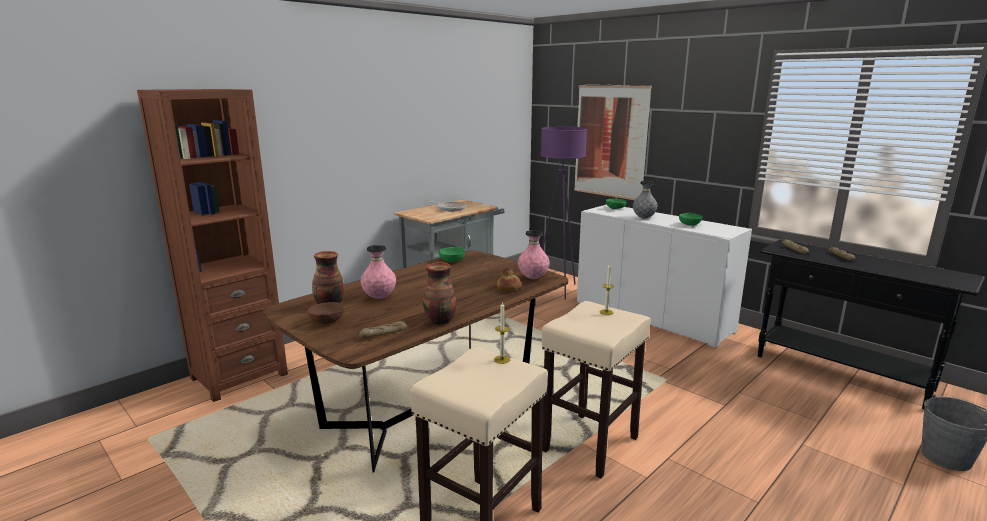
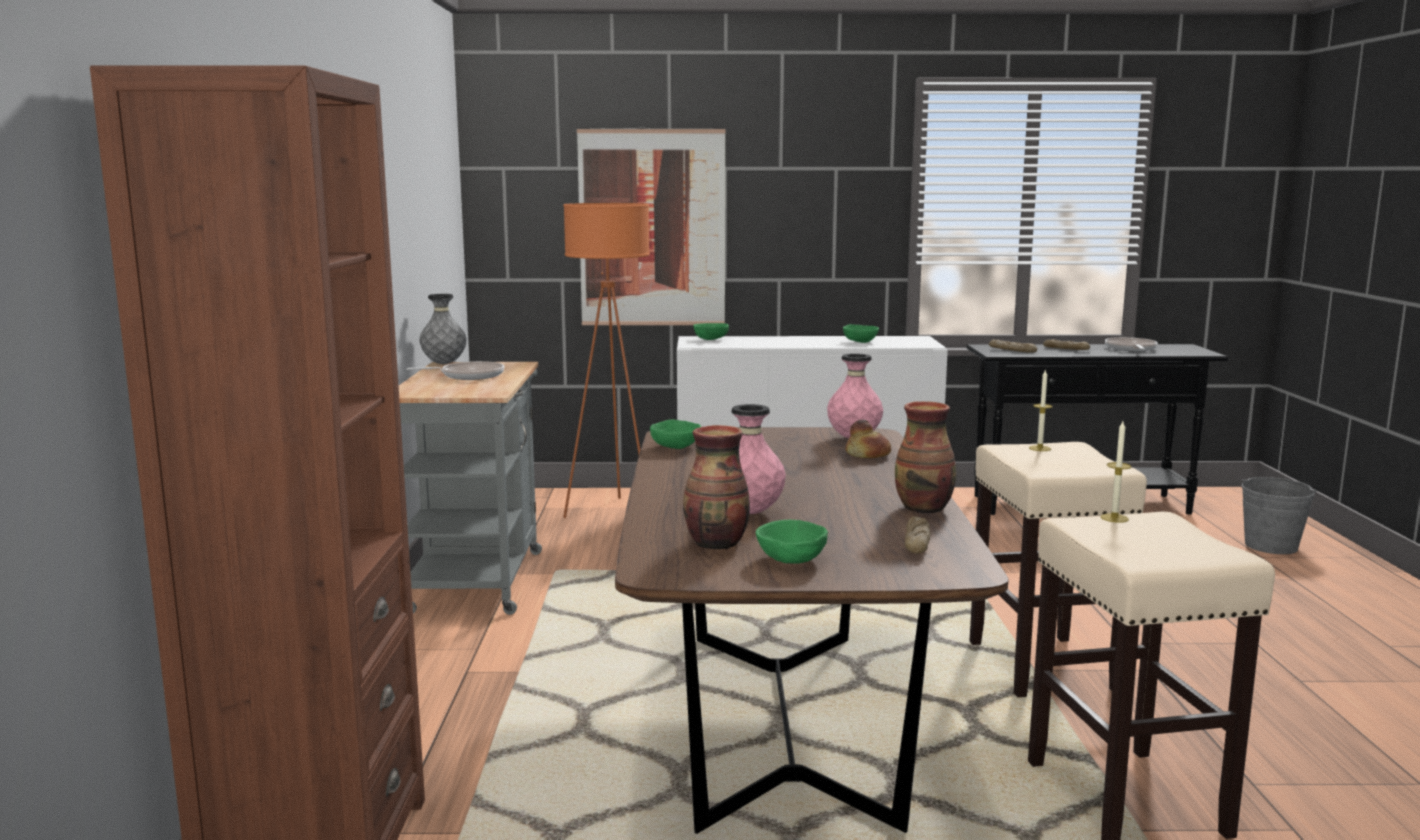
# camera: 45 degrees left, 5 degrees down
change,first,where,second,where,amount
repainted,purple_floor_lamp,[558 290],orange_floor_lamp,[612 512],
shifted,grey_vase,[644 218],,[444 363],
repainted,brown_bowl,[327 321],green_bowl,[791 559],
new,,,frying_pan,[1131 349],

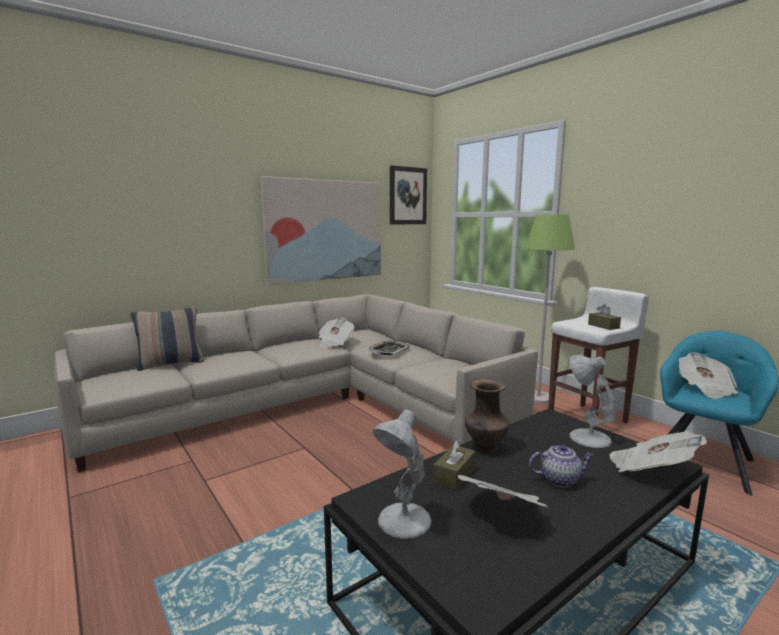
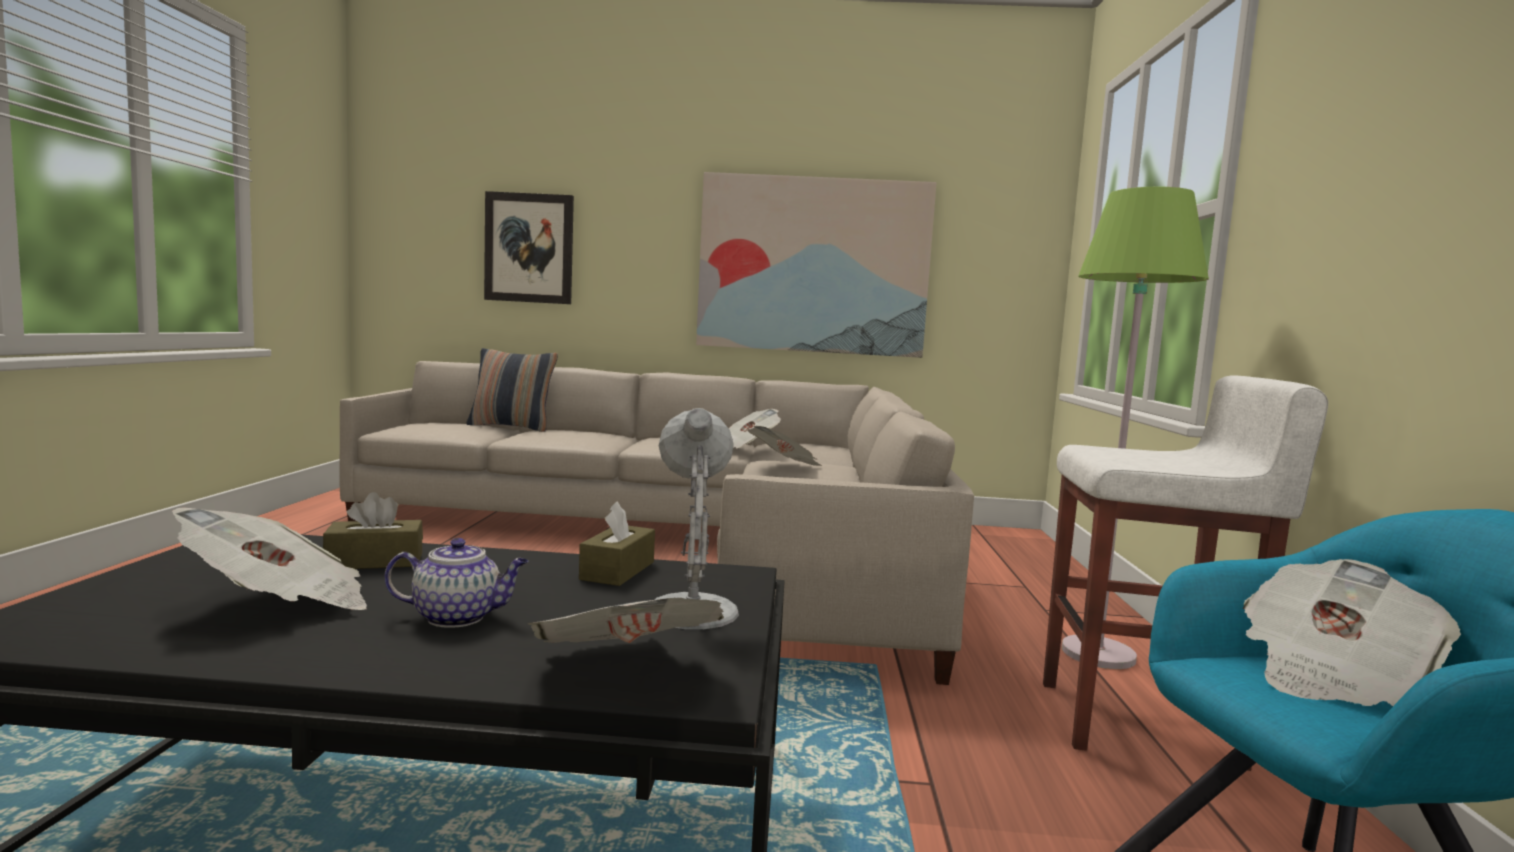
# camera: 40 degrees right, 5 degrees down
change,first,where,second,where,amount
shifted,picture,[407 196],,[529 248],
shifted,brown_tissue_box,[603 326],,[617 570],
swapped,tray,[389 351],newspaper,[785 467],
gone,brown_vase,[485 448],,,
gone,white_table_lamp,[403 522],,,
rotated,teapot,[560 479],,[459 617],45 degrees counterclockwise

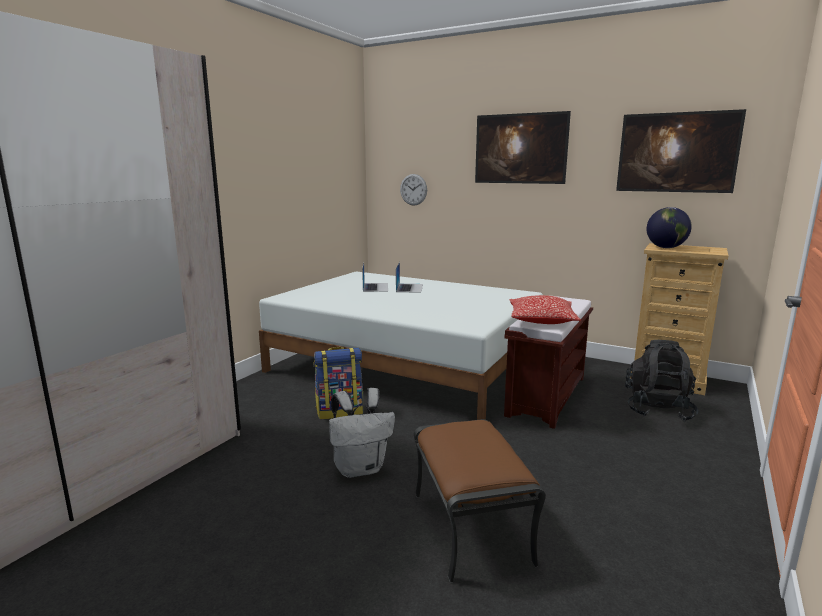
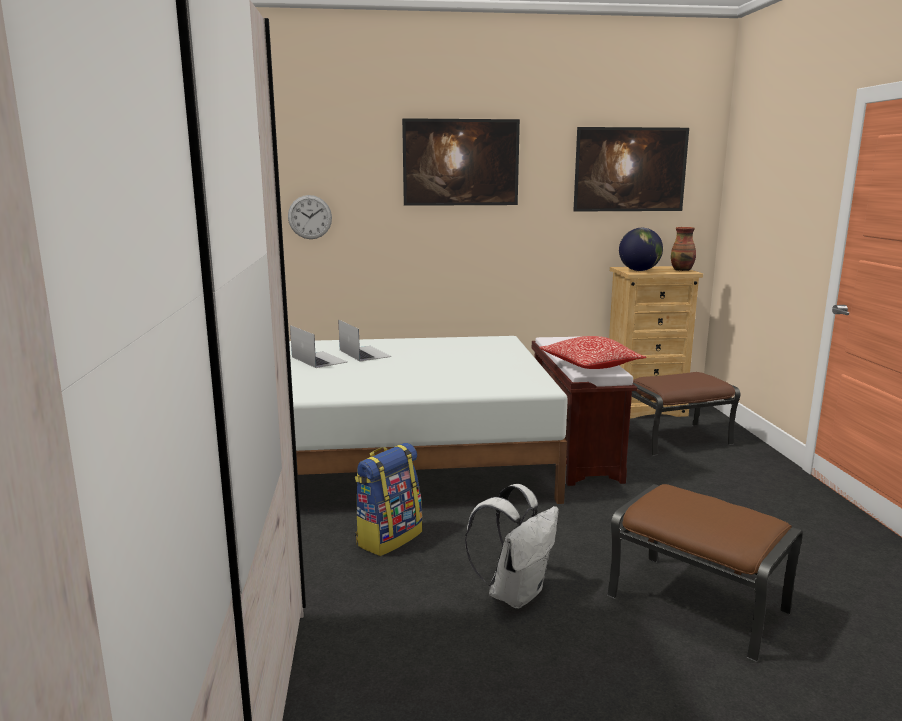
# camera: 35 degrees left, 0 degrees up
change,first,where,second,where,amount
swapped,black_backpack,[658 410],brown_ottoman,[675 439],
new,,,vase,[682 270],

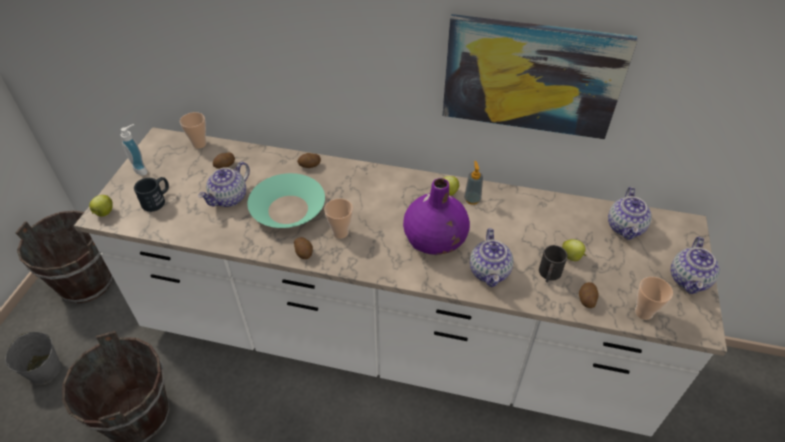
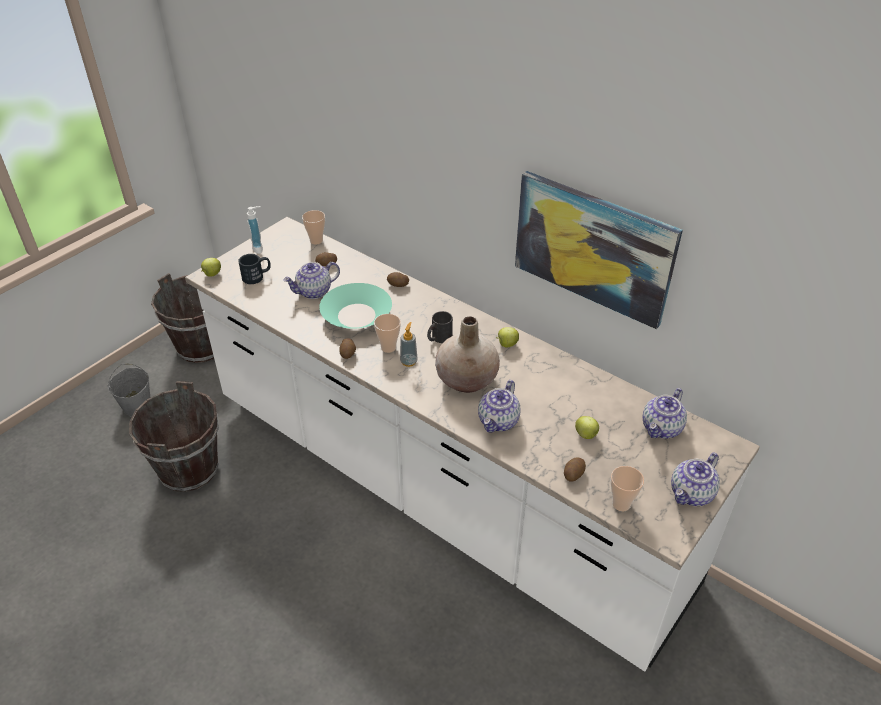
# camera: 25 degrees right, 5 degrees down
change,first,where,second,where,amount
shifted,soap_dispenser,[472 199],,[408 361],
repainted,purple_vase,[435 240],beige_vase,[467 380],
shifted,black_mug,[549 275],,[438 338],

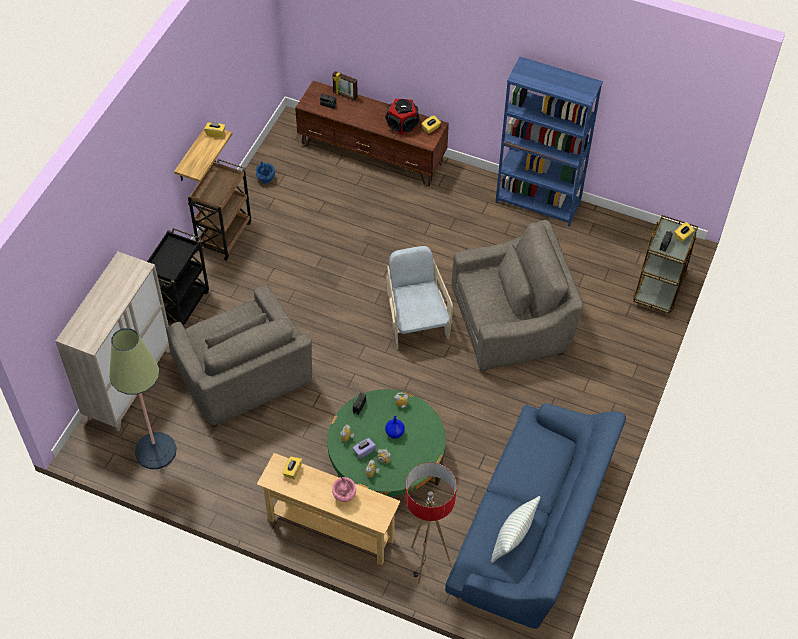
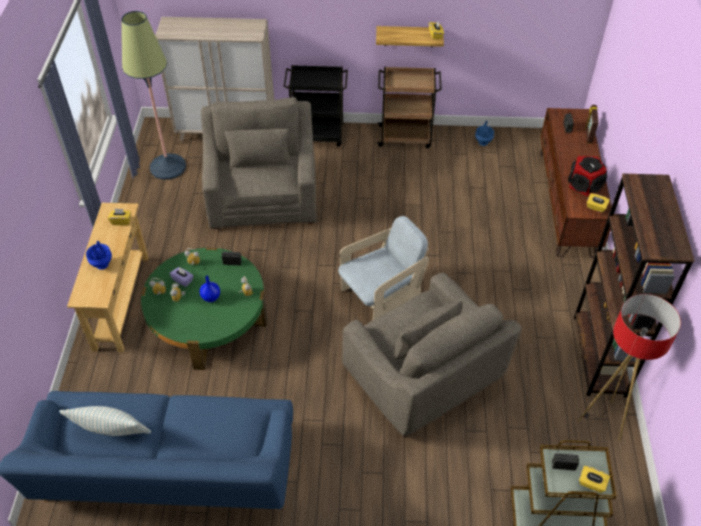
# camera: 70 degrees right, 5 degrees down
change,first,where,second,where,amount
repainted,blue_bookcase,[538 203],brown_bookcase,[599 356],
rotated,grey_armchair,[243 376],,[263 195],135 degrees clockwise
shifted,floor_lamp,[426 563],,[602 421],
repainted,pink_vase,[344 496],blue_vase,[102 265],

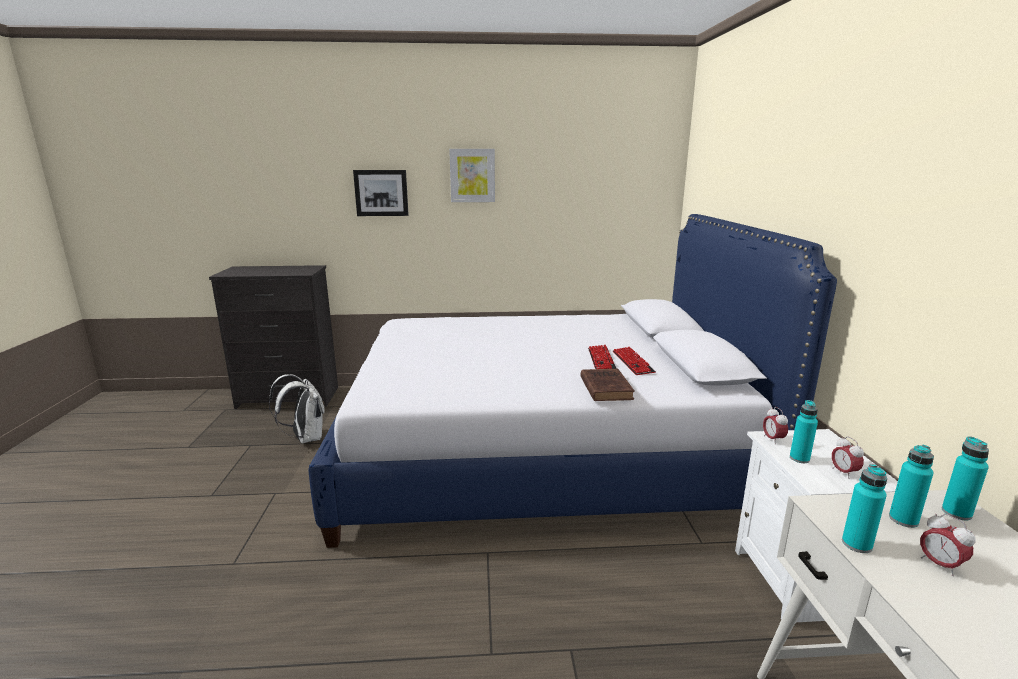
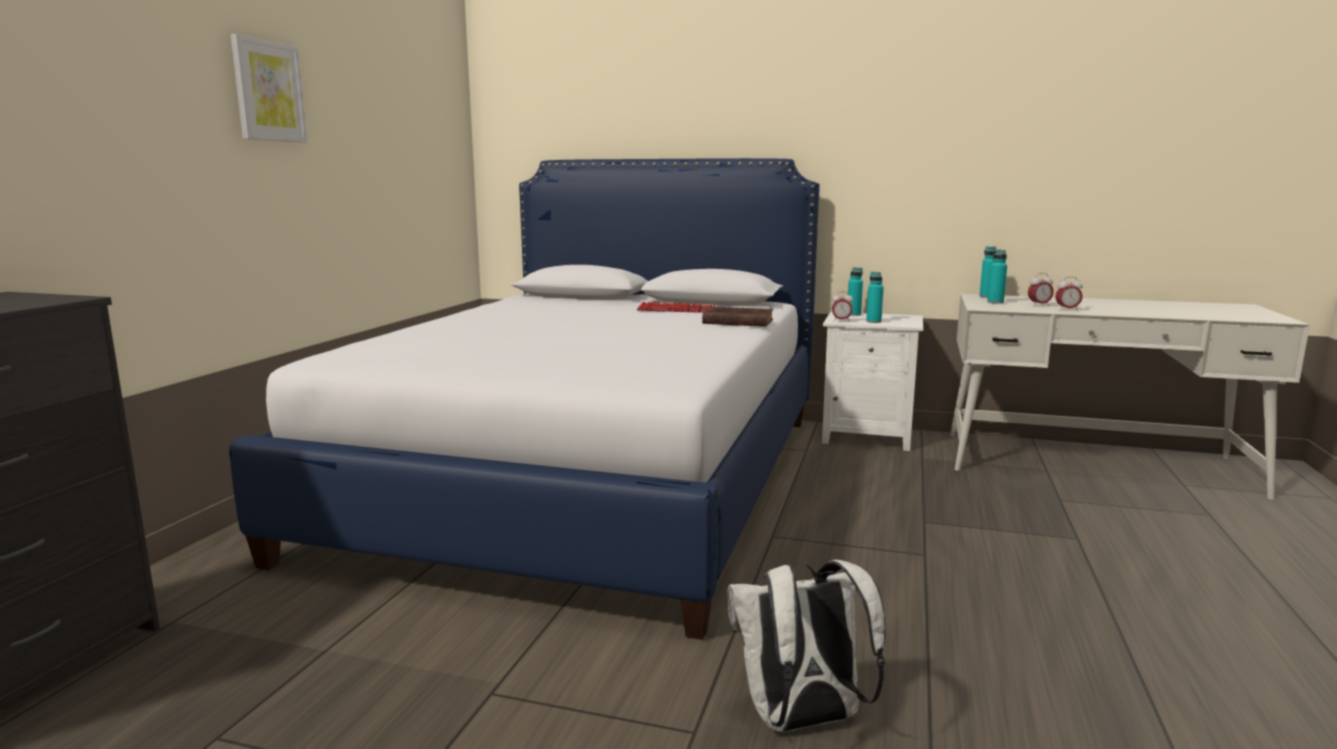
# camera: 70 degrees left, 5 degrees down
change,first,where,second,where,amount
gone,picture,[381 193],,,
gone,keyboard,[601 360],,,
shifted,white_backpack,[305 438],,[802 721],
shifted,alarm_clock,[843 472],,[1067 310],
shifted,turquoise_bottle,[856 544],,[853 314],

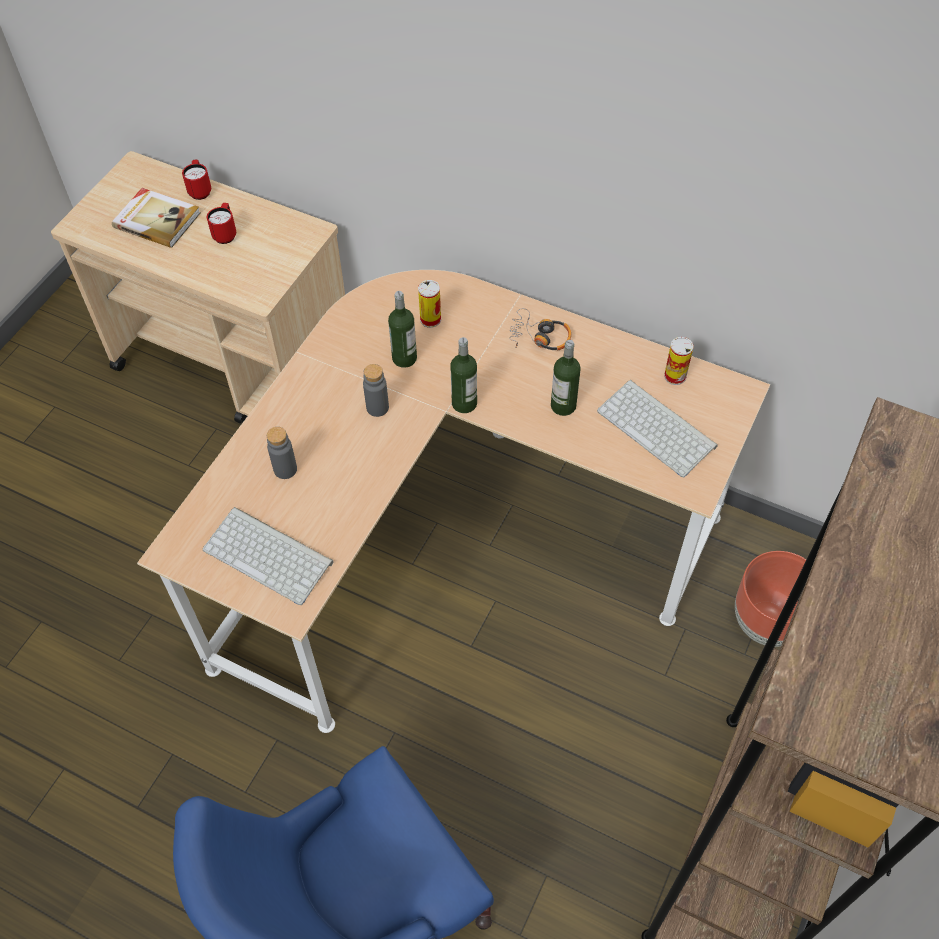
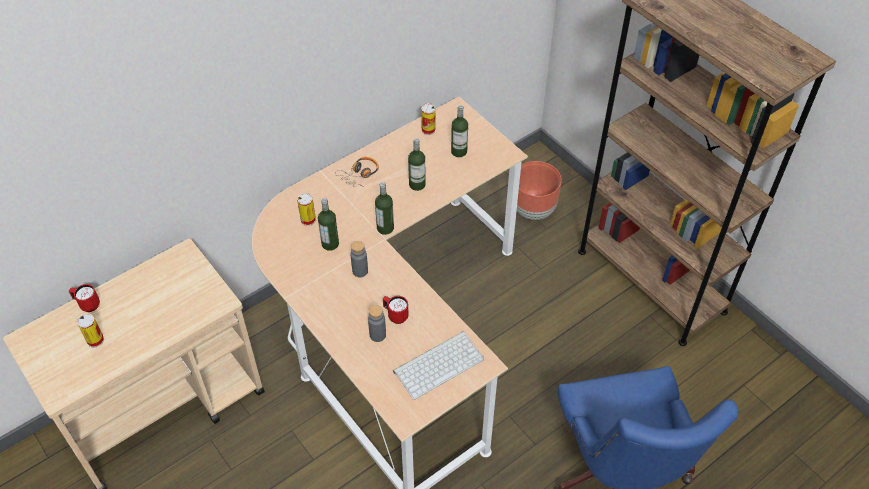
# camera: 65 degrees left, 5 degrees down
change,first,where,second,where,amount
swapped,book,[157 219],can,[95 340],
shifted,red_mug,[226 234],,[395 315],
swapped,keyboard,[658 428],bottle,[459 151],

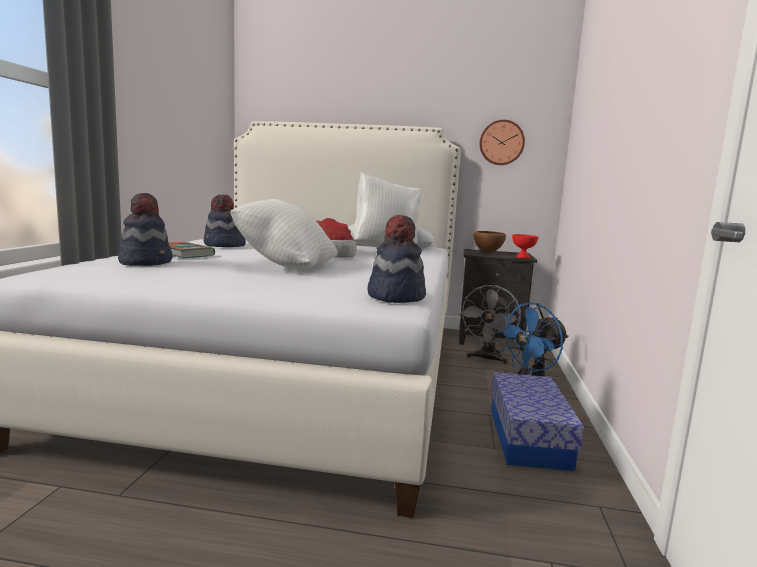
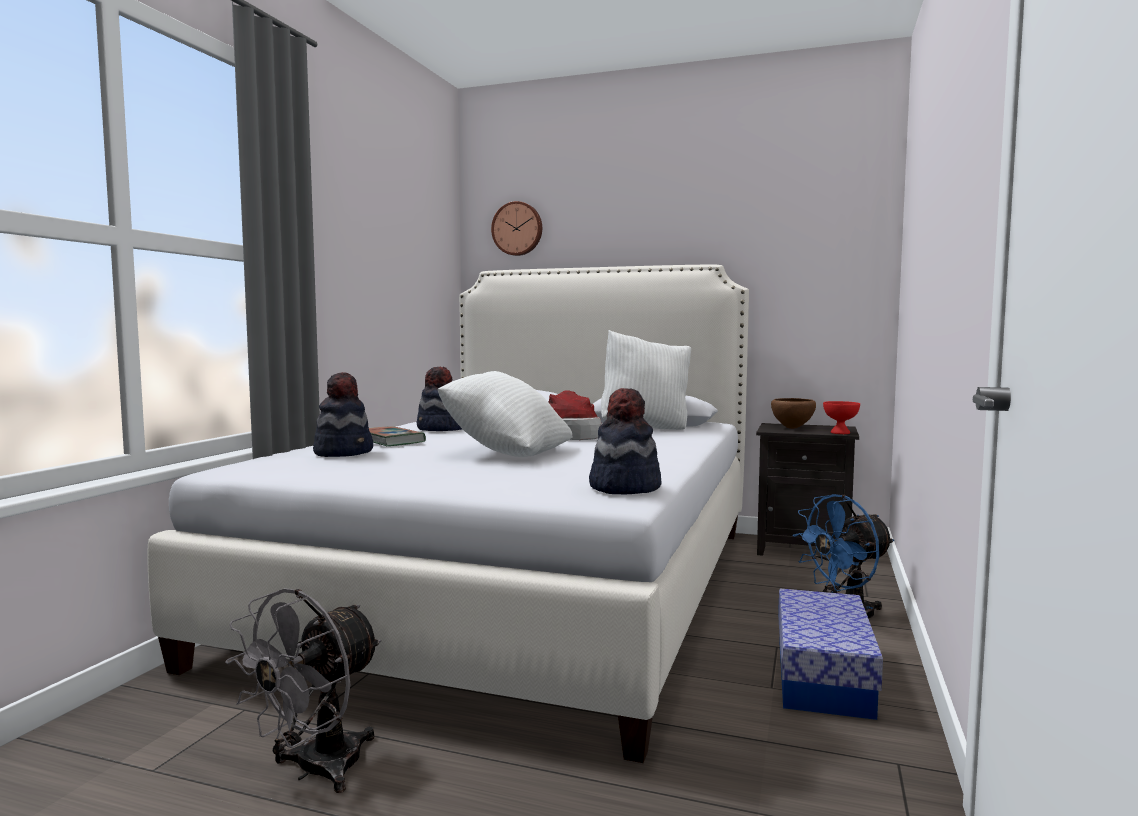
# camera: 10 degrees right, 5 degrees down
change,first,where,second,where,amount
shifted,wall_clock,[501 143],,[517 229],
shifted,grey_fan,[487 359],,[315 771],

